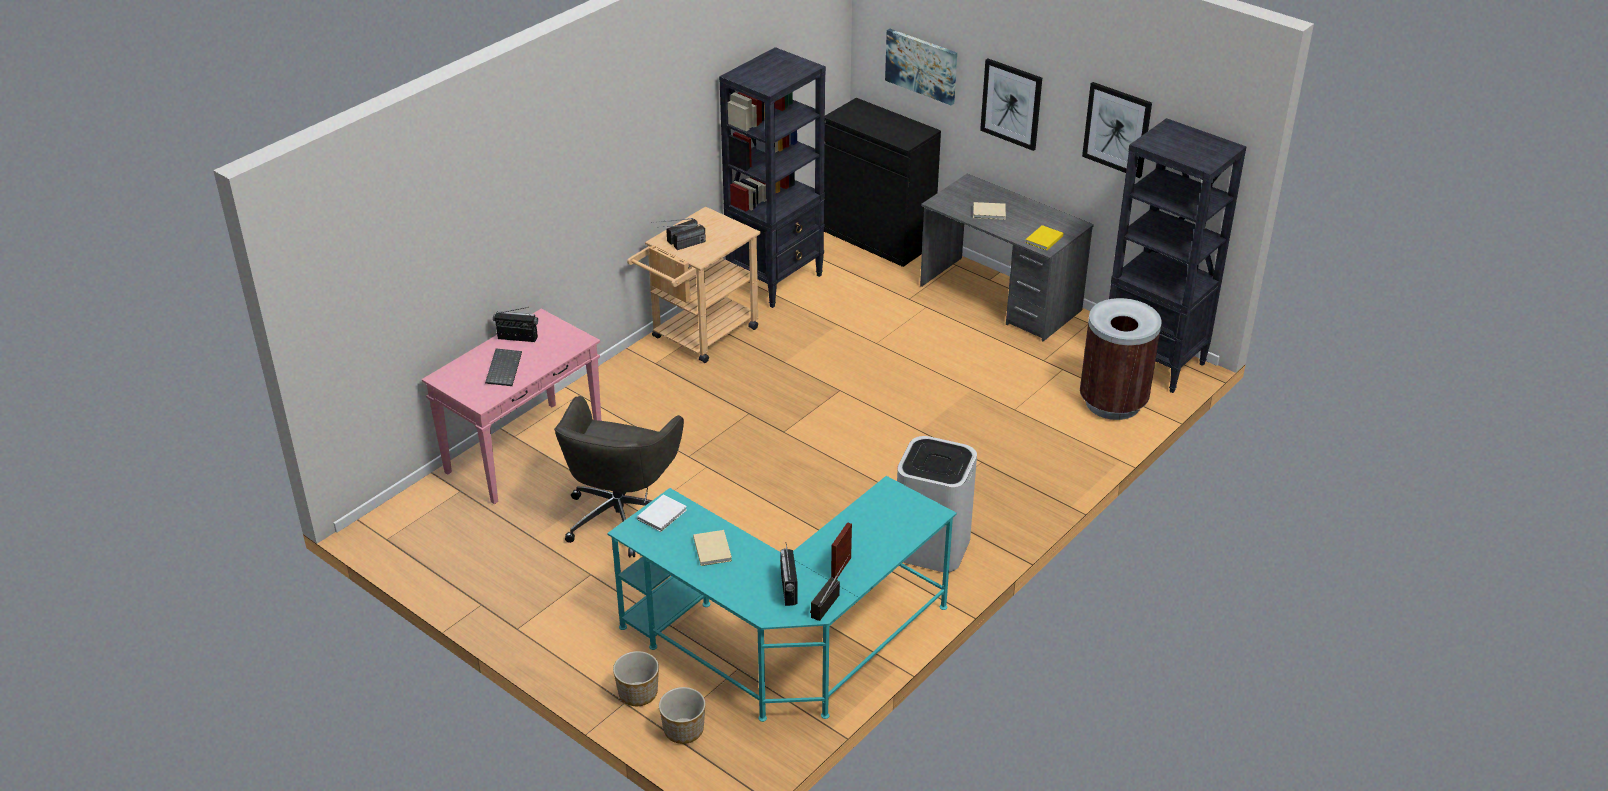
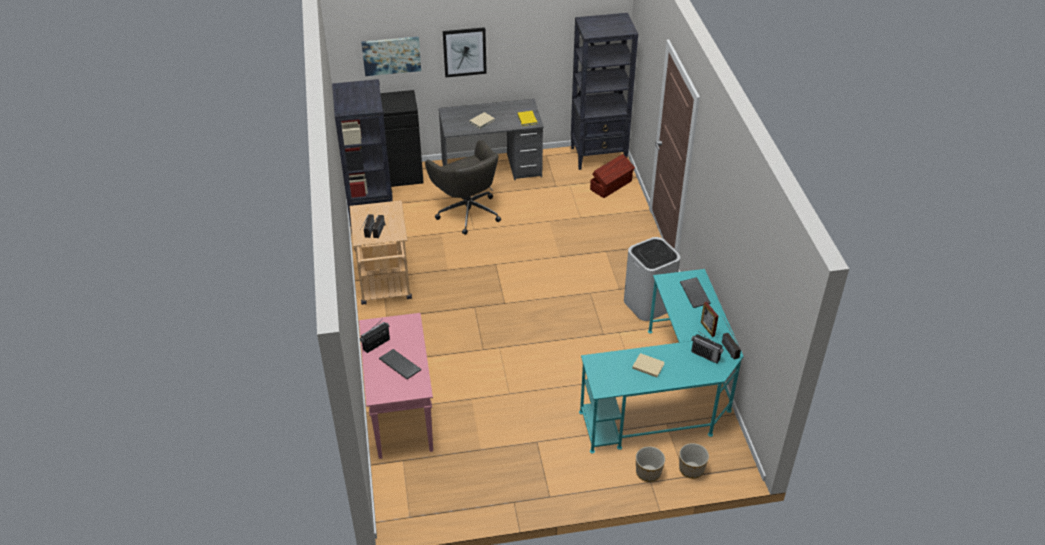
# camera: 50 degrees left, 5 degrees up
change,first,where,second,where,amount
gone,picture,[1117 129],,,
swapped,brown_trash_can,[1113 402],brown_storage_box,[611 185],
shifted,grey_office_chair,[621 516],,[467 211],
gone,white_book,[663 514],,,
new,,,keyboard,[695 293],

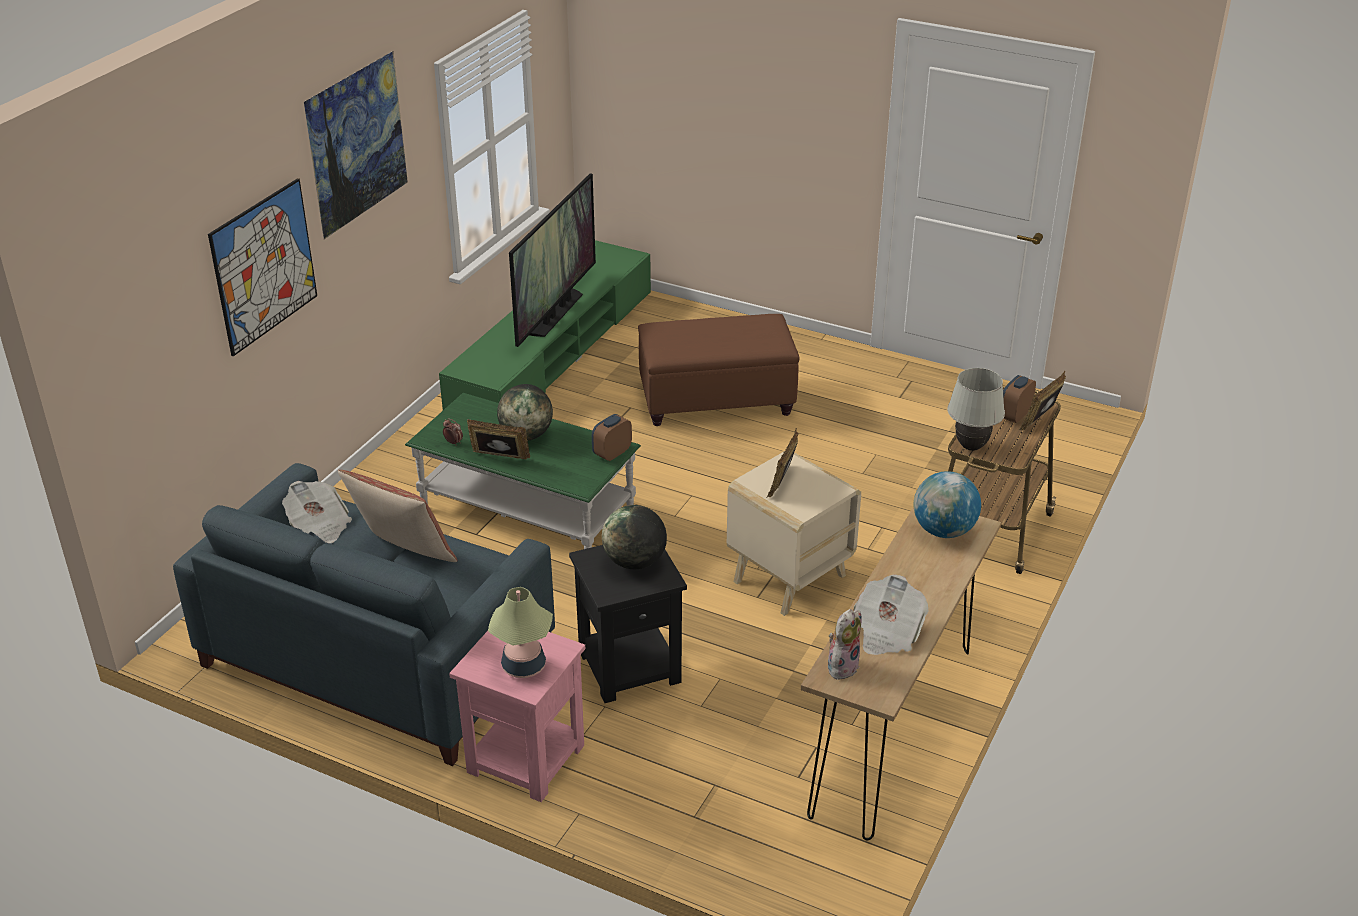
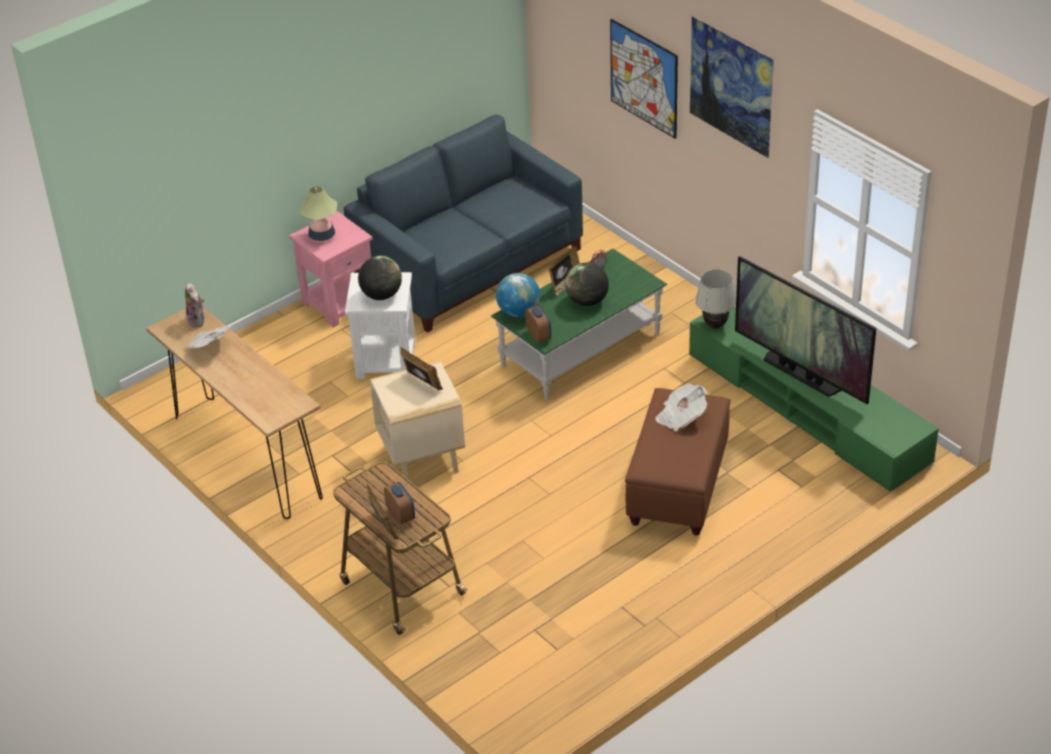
# camera: 115 degrees right, 5 degrees up
change,first,where,second,where,amount
shifted,white_table_lamp,[970 446],,[715 325],
gone,pillow,[403 555],,,
shifted,globe,[943 531],,[519 312],
shifted,newspaper,[319 525],,[681 417],
repainted,black_side_table,[630 666],white_side_table,[386 361],

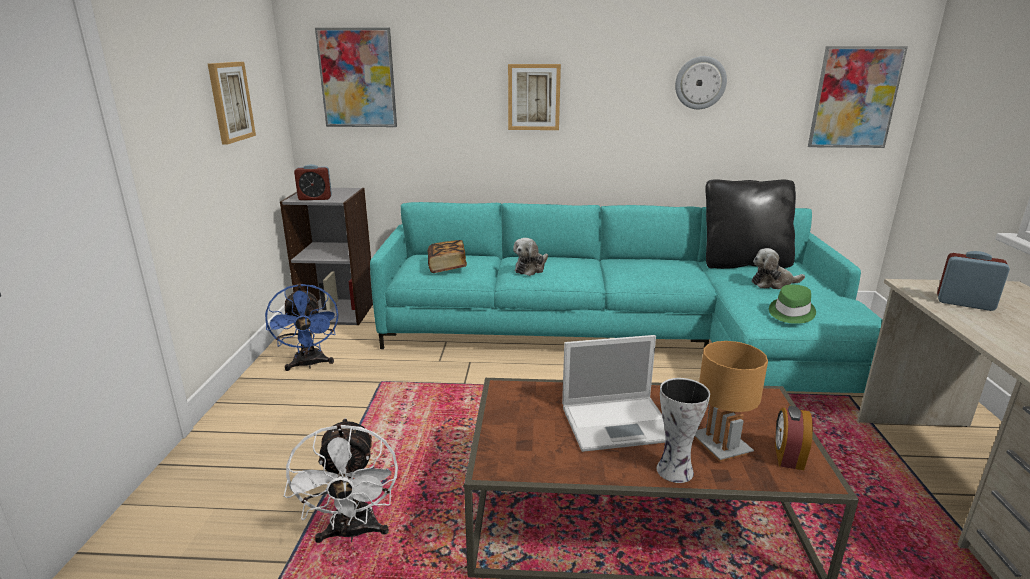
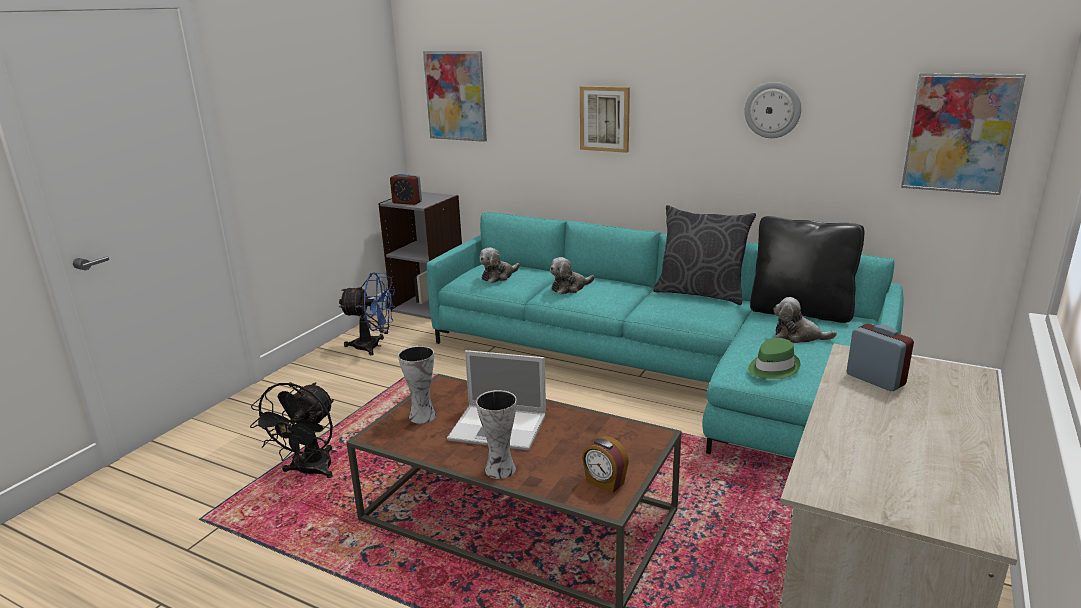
# camera: 25 degrees right, 0 degrees up
change,first,where,second,where,amount
gone,picture,[230 102],,,
swapped,book,[447 267],plush_toy,[498 276],
rotated,blue_fan,[309 364],,[373 346],90 degrees counterclockwise
gone,brown_table_lamp,[721 446],,,
rotated,alarm_clock,[787 457],,[604 483],90 degrees counterclockwise
repainted,white_fan,[352 533],black_fan,[309 472],
new,,,grey_pillow,[700 293],
new,,,vase,[421 415],

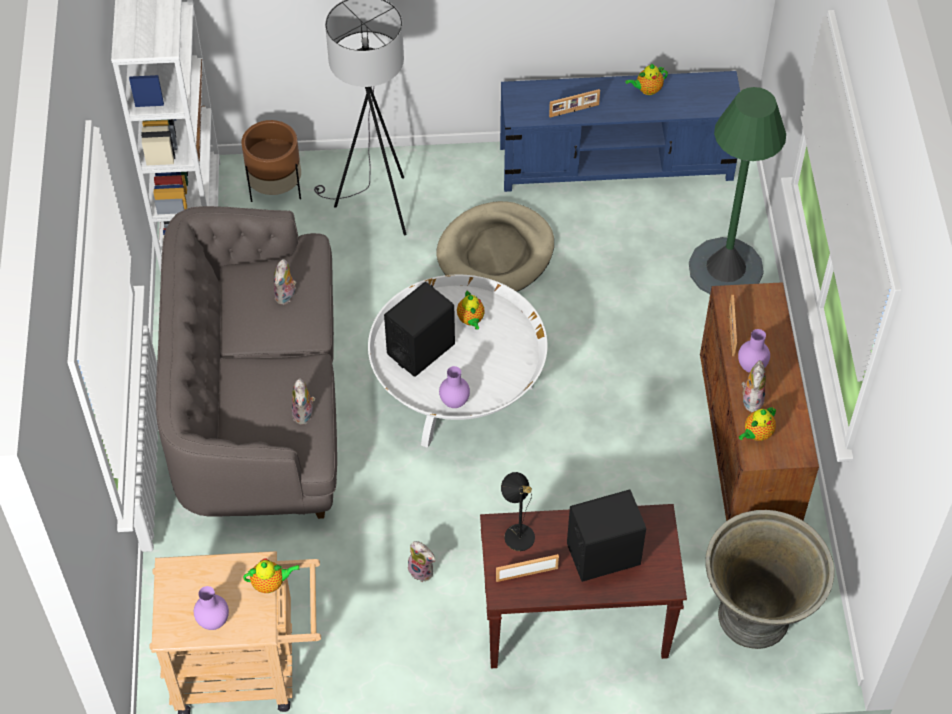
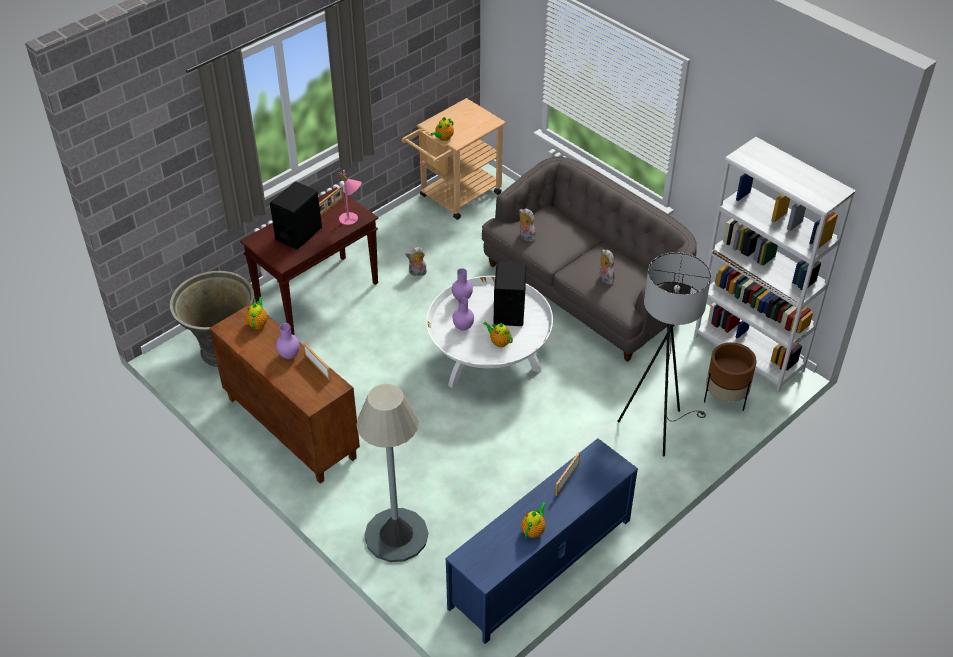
# camera: 140 degrees right, 10 degrees down
change,first,where,second,where,amount
repainted,green_floor_lamp,[725 269],grey_floor_lamp,[396 535],
gone,beige_dog_bed,[496 253],,,
gone,plush_toy,[751 399],,,
repainted,black_table_lamp,[517 532],pink_table_lamp,[351 220],
shifted,purple_vase,[213 620],,[463 328],

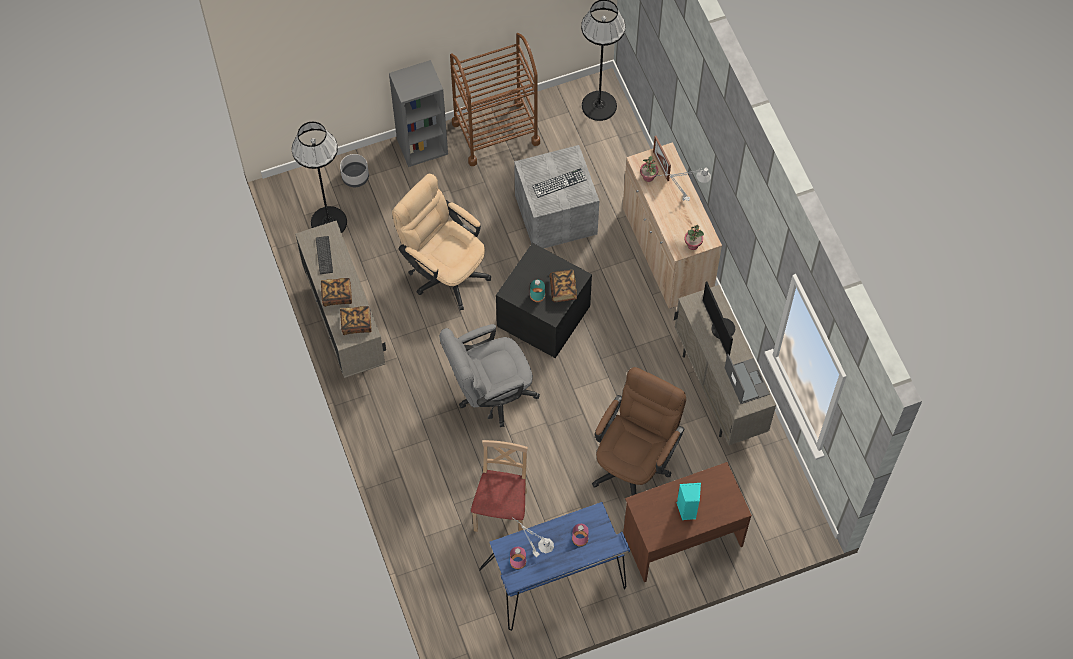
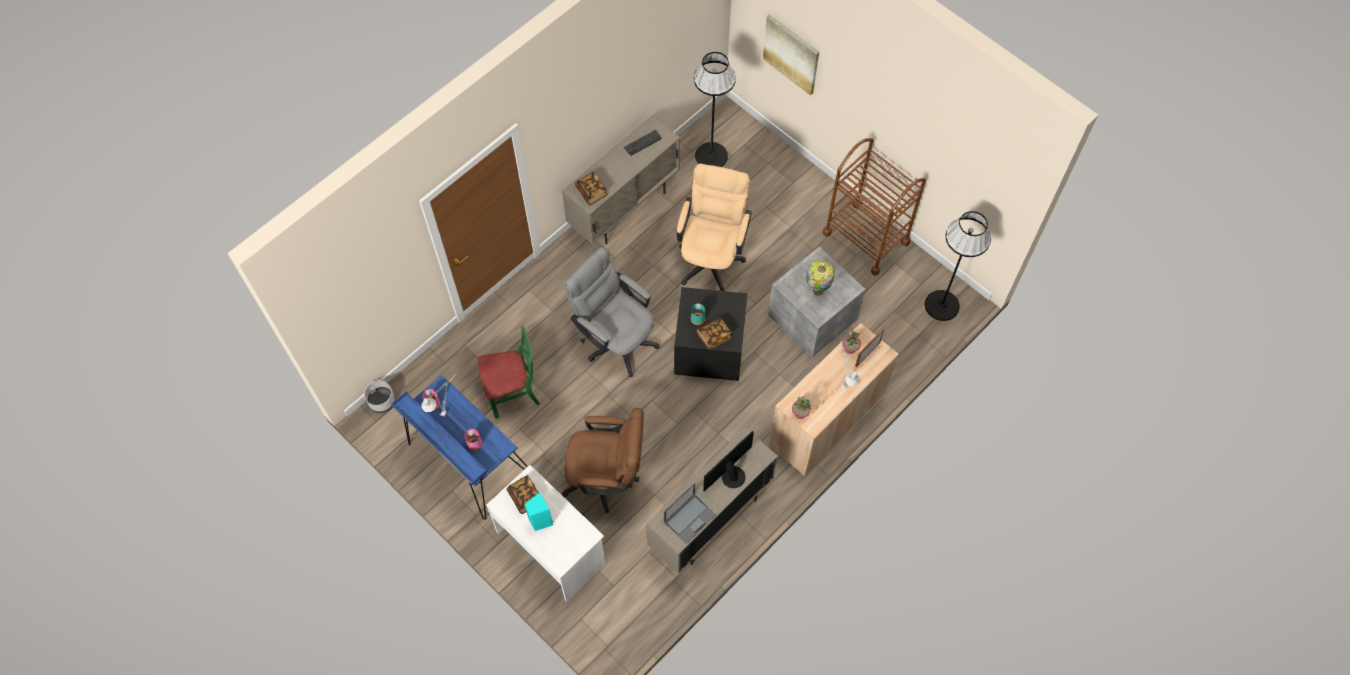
# camera: 65 degrees right, 0 degrees up
change,first,where,second,where,amount
gone,grey_bookcase,[422 146],,,
shifted,grey_planter,[355 177],,[381 402],
swapped,keyboard,[559 183],table_lamp,[817 289],
shifted,book,[337 295],,[525 497],
repainted,beige_chair,[502 511],green_chair,[512 393],
repainted,brown_desk,[682 538],white_desk,[551 546],
new,,,picture,[791 54],

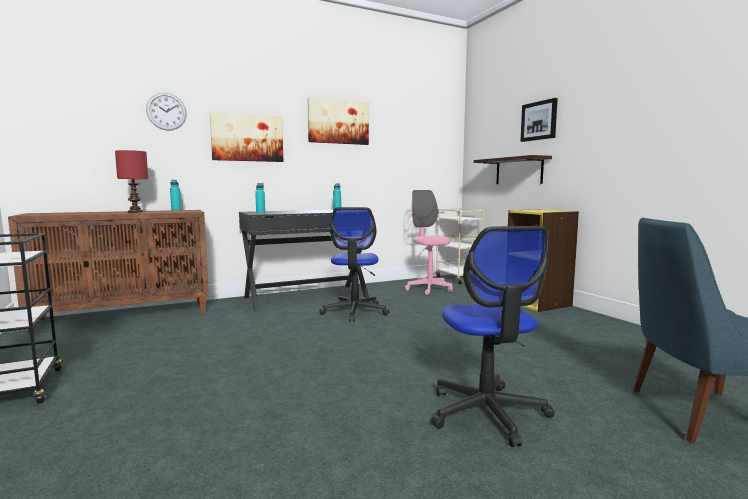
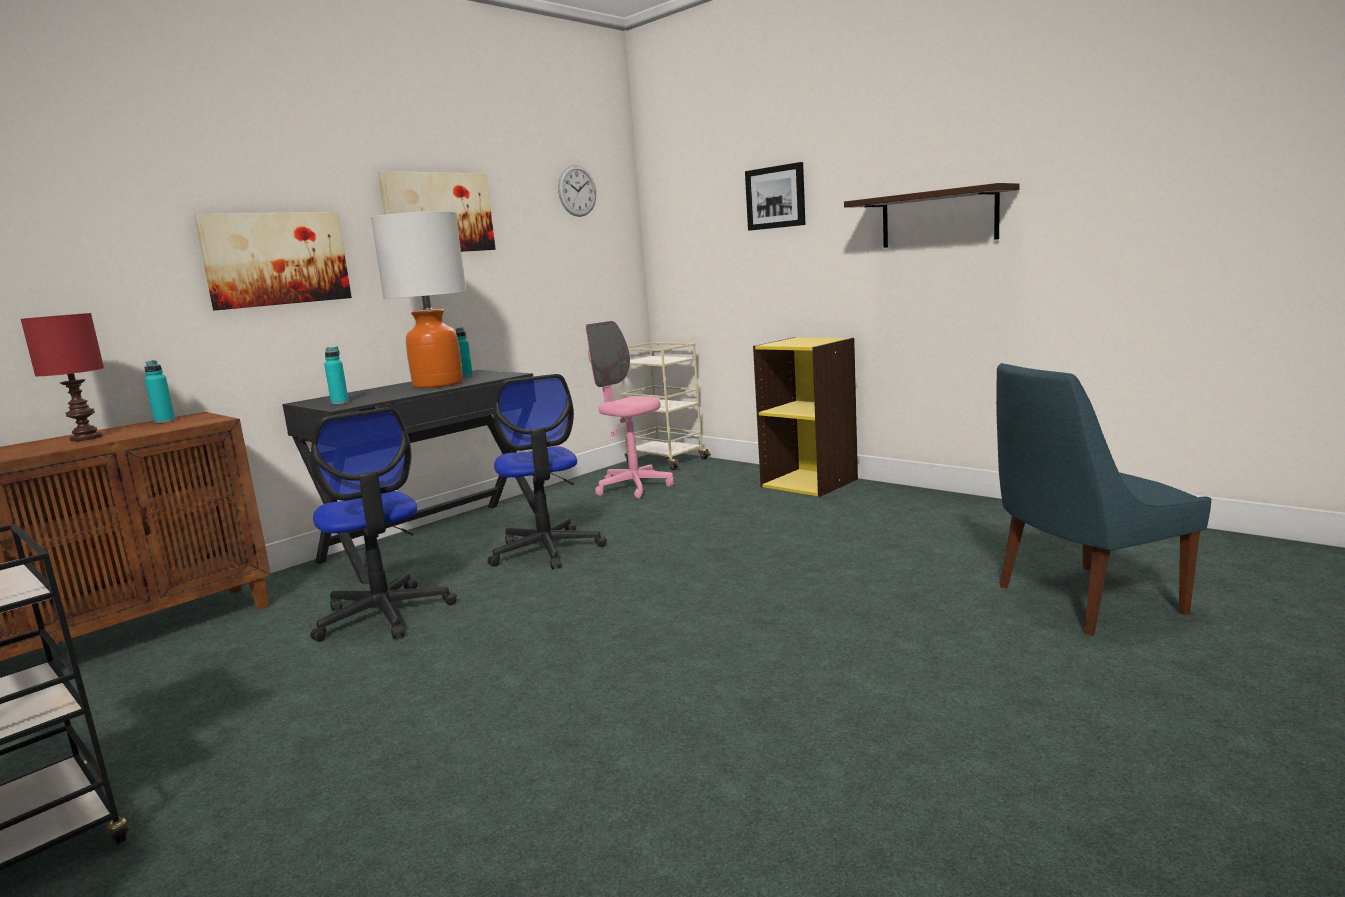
# camera: 20 degrees left, 5 degrees up
change,first,where,second,where,amount
shifted,wall_clock,[166 111],,[577 191],
shifted,shelf,[519 171],,[938 218],
shifted,office_chair,[487 413],,[384 615],
new,,,table_lamp,[438 384],

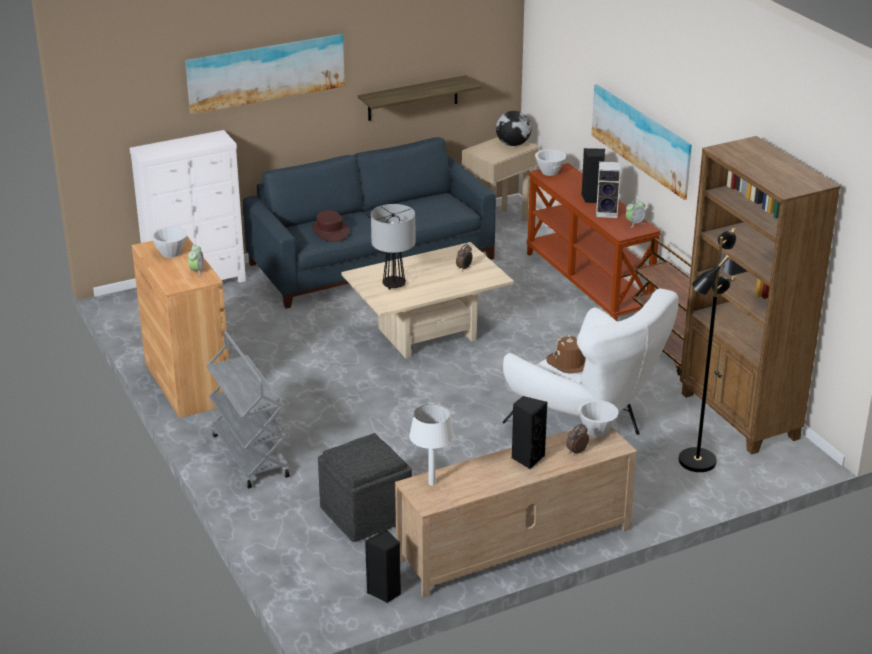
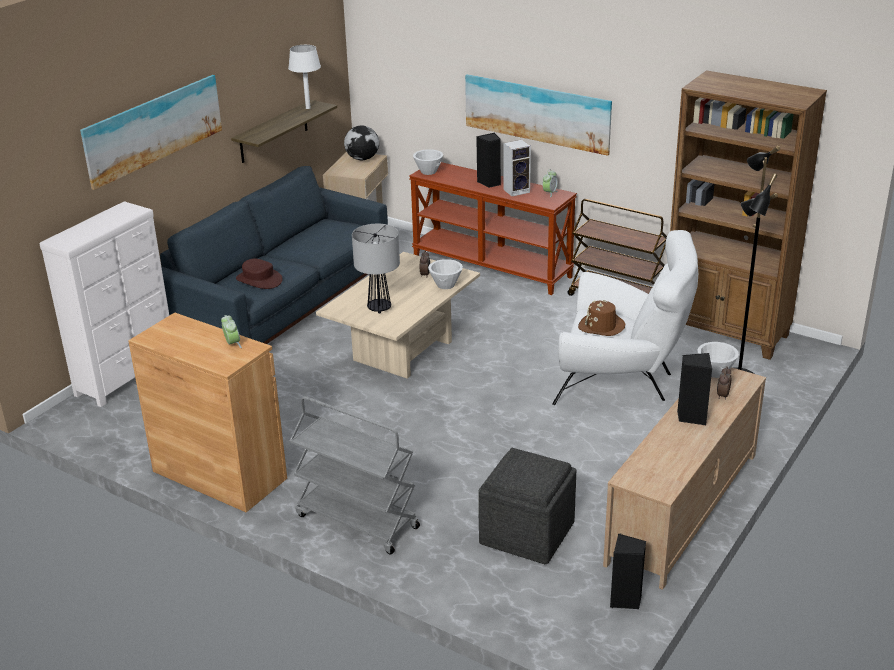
# camera: 30 degrees left, 0 degrees up
change,first,where,second,where,amount
shifted,white_bowl,[171 253],,[446 285],
shifted,white_table_lamp,[432 483],,[308 108],

